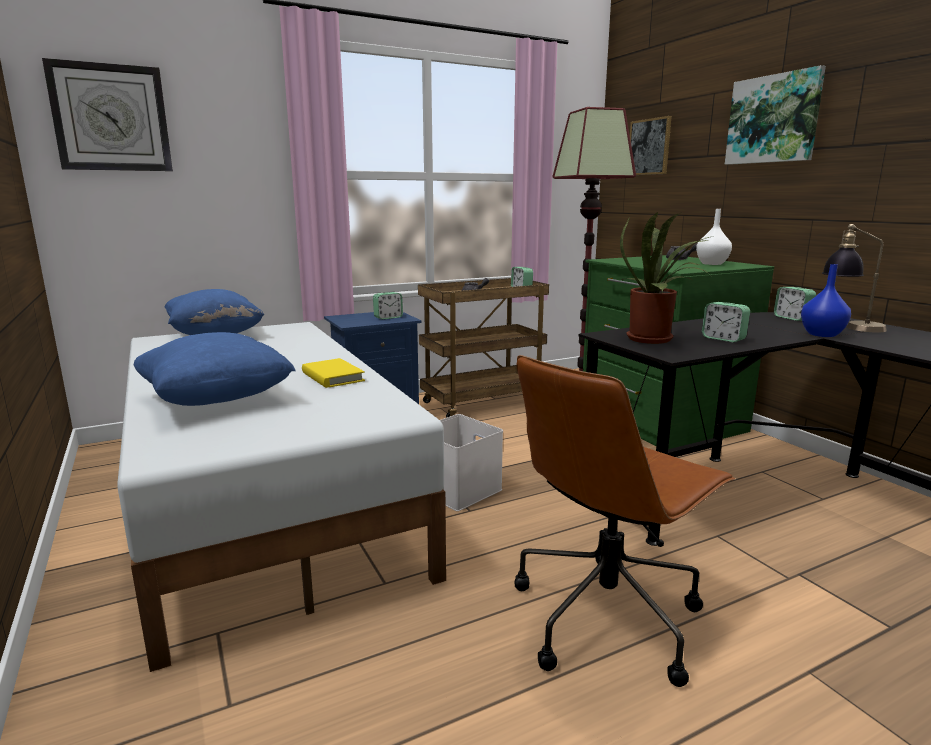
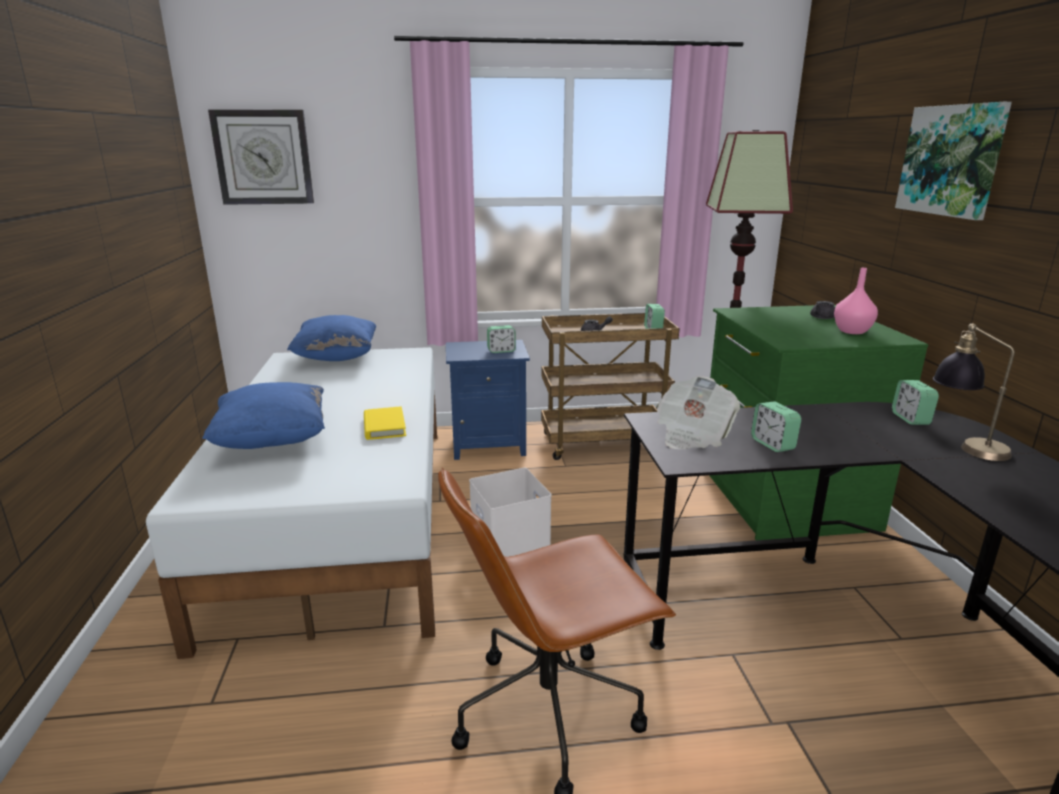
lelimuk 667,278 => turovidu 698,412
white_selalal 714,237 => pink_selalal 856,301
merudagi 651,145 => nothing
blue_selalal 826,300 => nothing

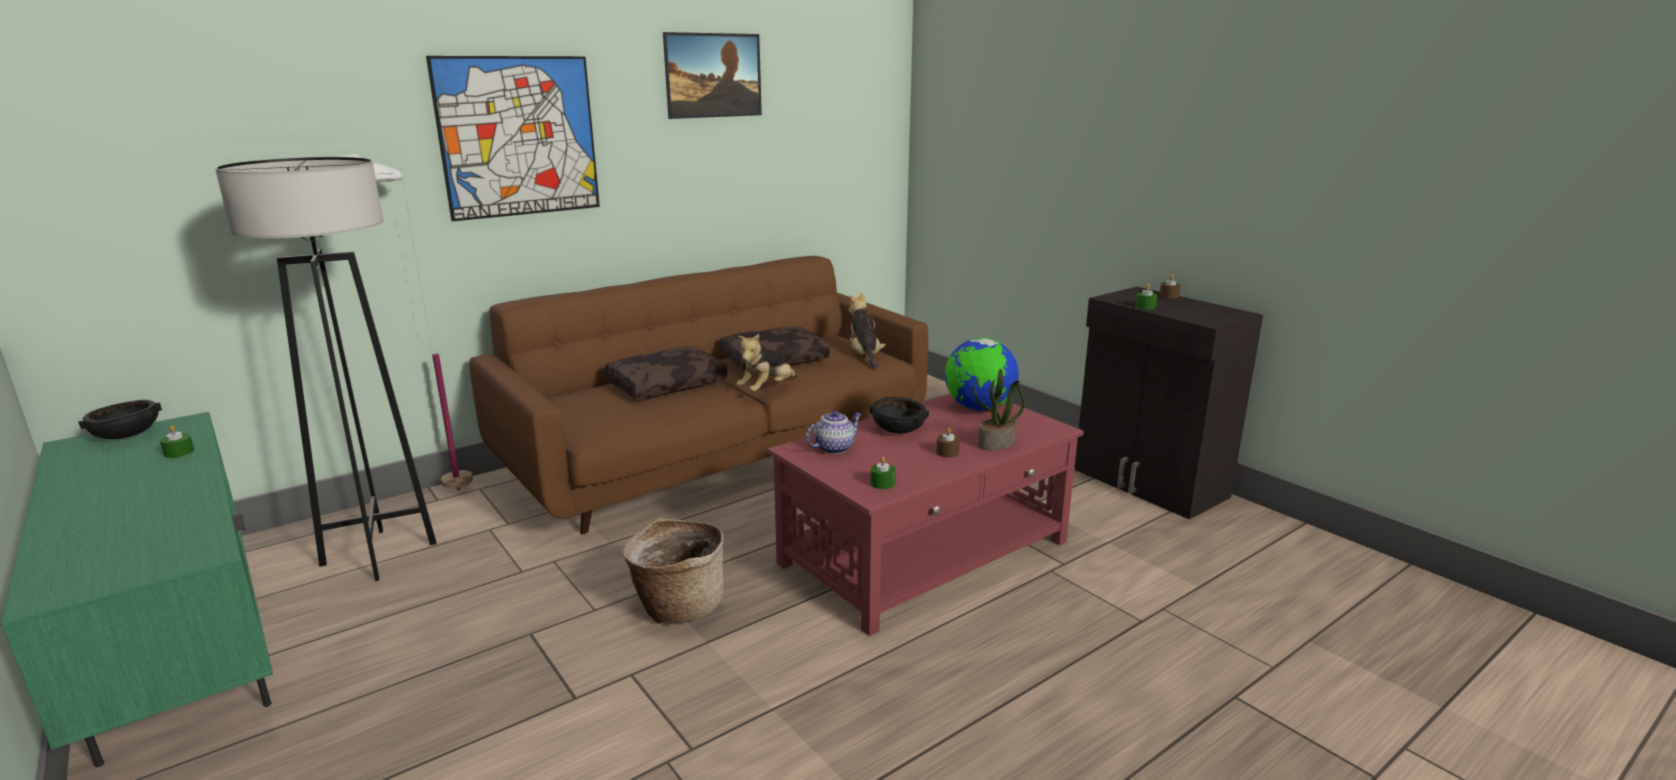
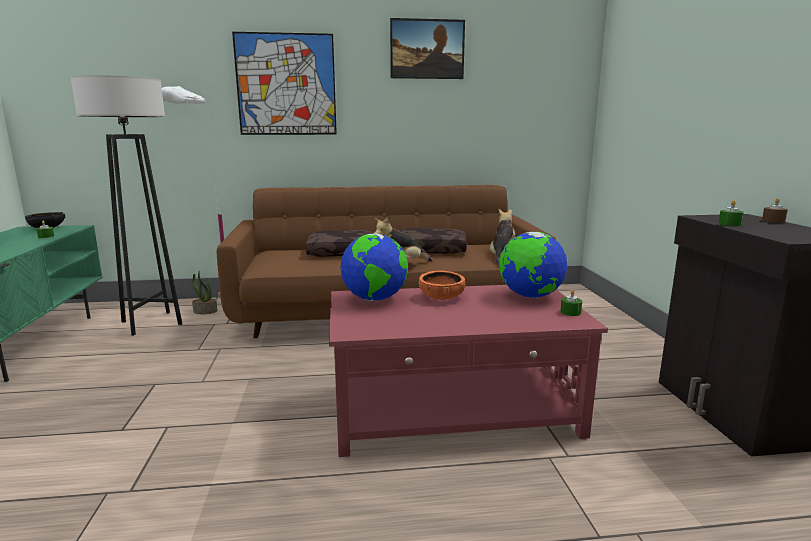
lelimuk 999,409 => lelimuk 204,292, moved
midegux 834,432 => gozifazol 374,267
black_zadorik 899,415 => orange_zadorik 442,285
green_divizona 883,473 => green_divizona 571,303, moved
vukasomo 673,571 => nothing
brown_divizona 948,443 => nothing

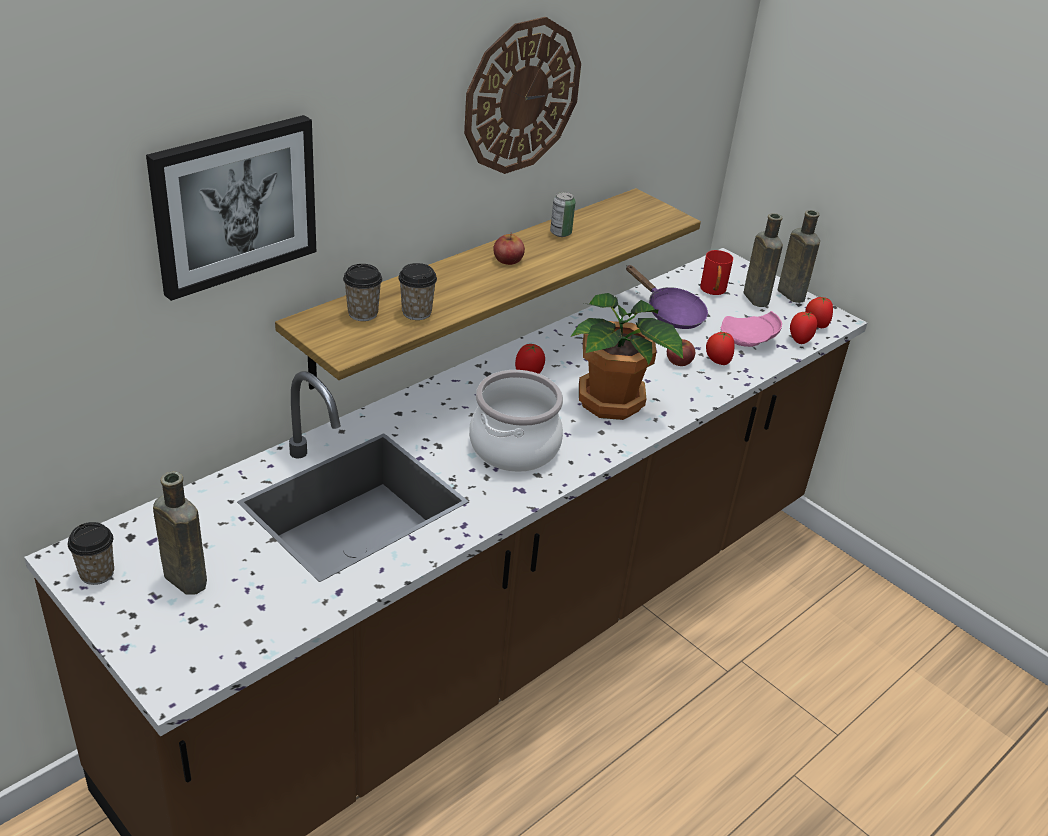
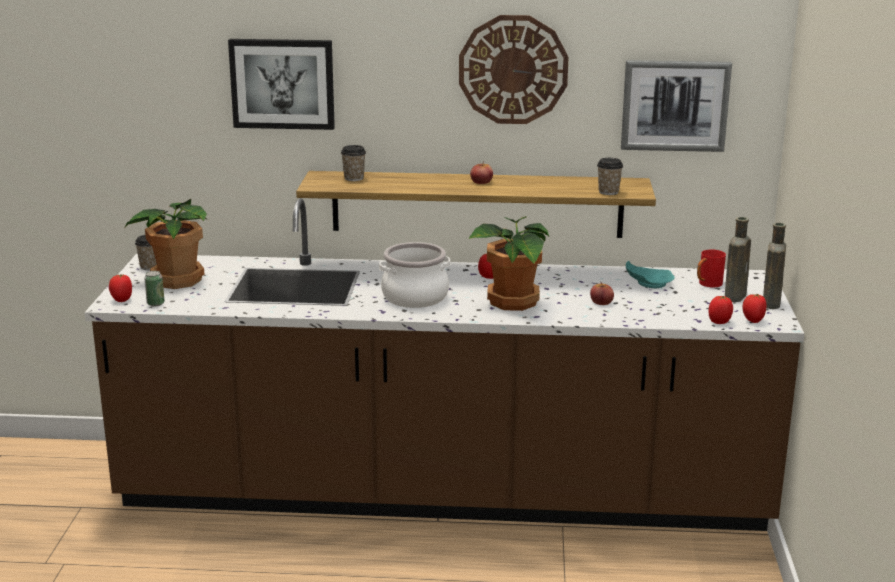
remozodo 720,348 => remozodo 120,288, moved
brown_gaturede 180,533 => lelimuk 166,244
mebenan 563,214 => mebenan 154,288, moved
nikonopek 417,291 => nikonopek 610,176, moved
nothing => merudagi 676,106
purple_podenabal 667,297 => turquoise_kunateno 650,274
pink_kunateno 751,329 => nothing

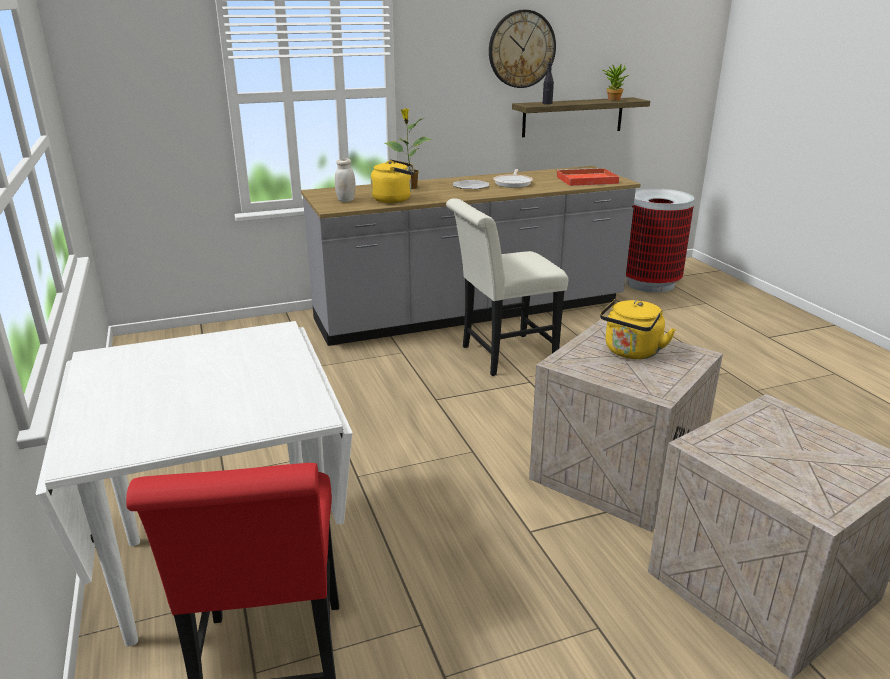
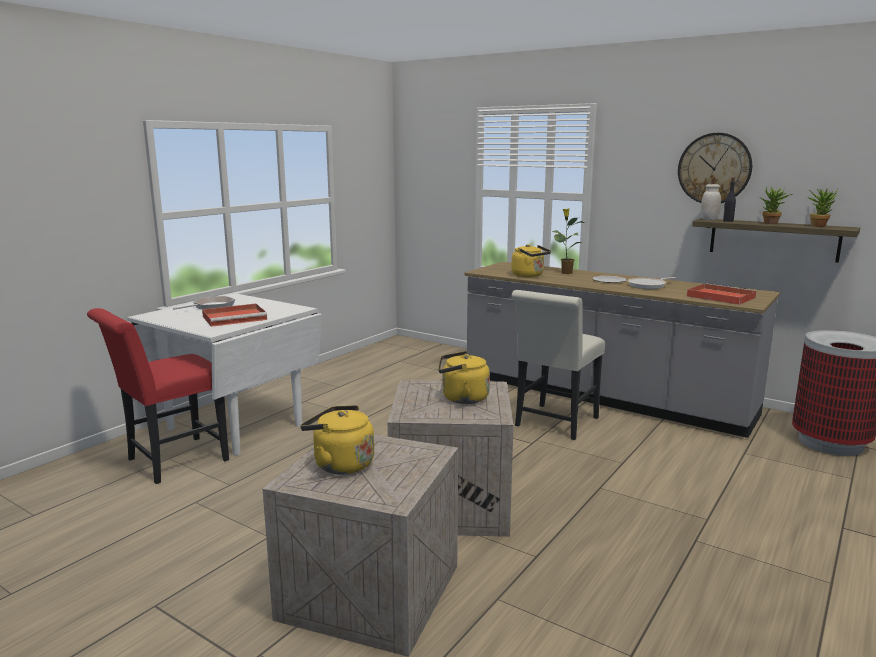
nothing => podenabal 204,303
nothing => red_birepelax 234,315
nothing => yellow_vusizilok 337,439
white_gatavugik 507,287 => white_gatavugik 558,365, 90 degrees counterclockwise
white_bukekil 345,180 => white_bukekil 711,202, moved
nothing => lelimuk 776,205

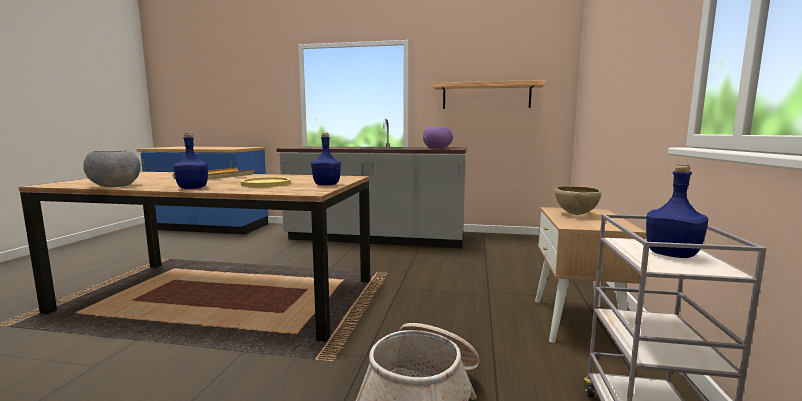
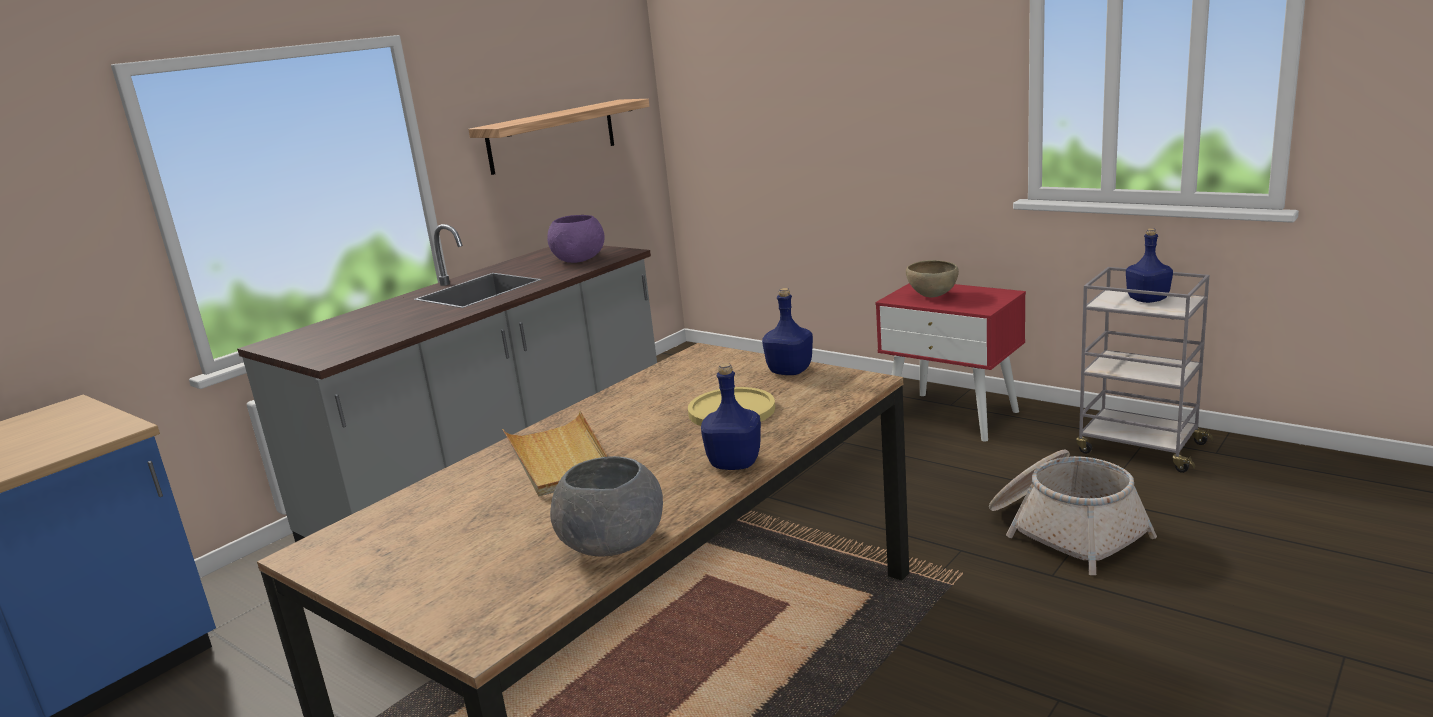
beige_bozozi 590,275 => red_bozozi 950,362

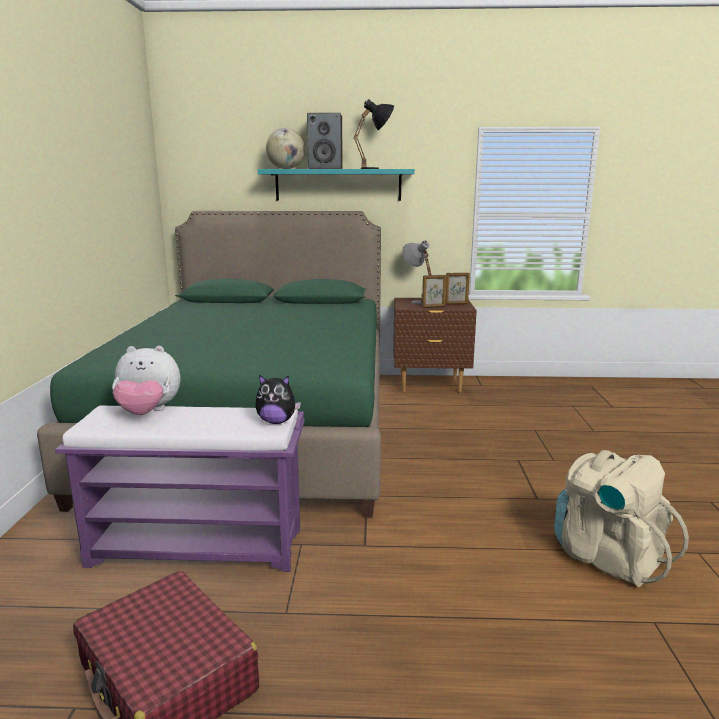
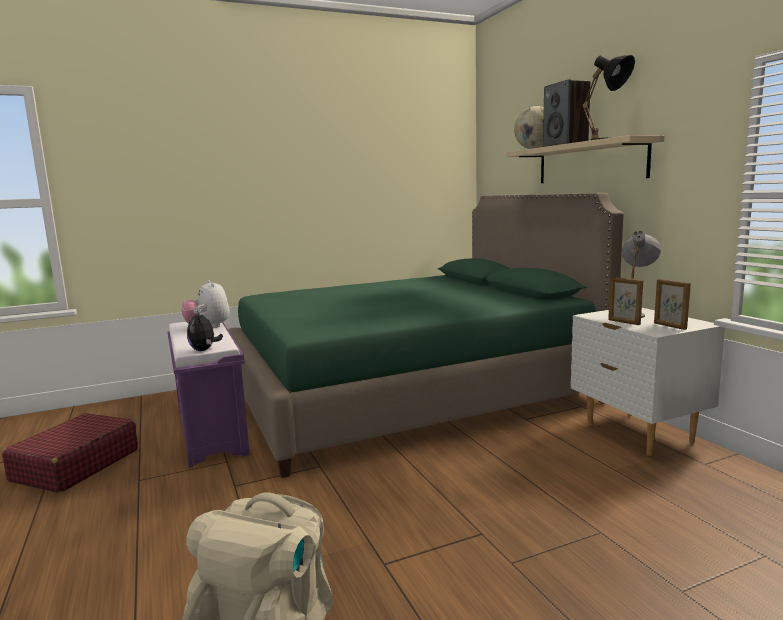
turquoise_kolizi 336,185 => beige_kolizi 585,159
brown_bozozi 435,345 => white_bozozi 648,382

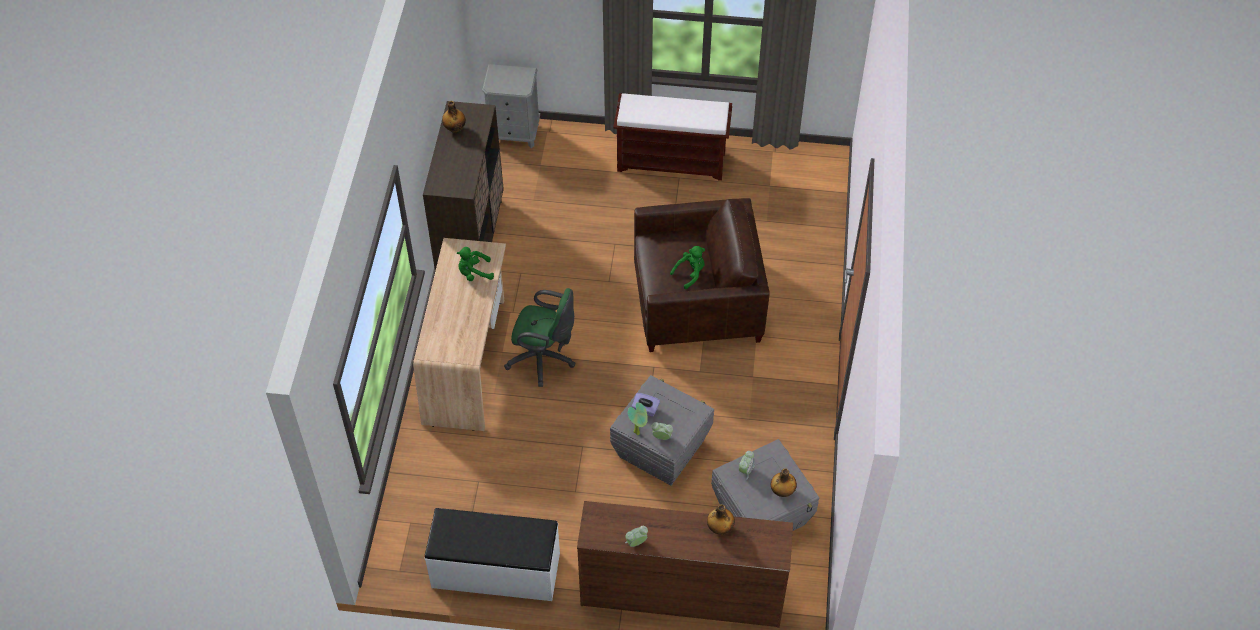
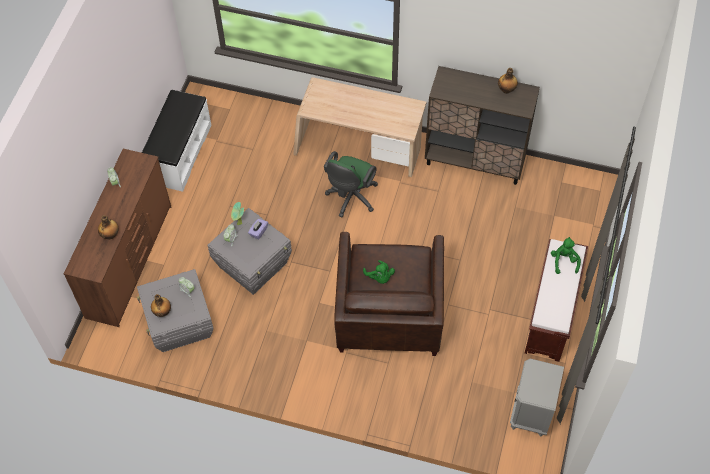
grey_bozozi 511,106 => grey_bozozi 537,398, moved
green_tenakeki 475,264 => green_tenakeki 566,255, moved

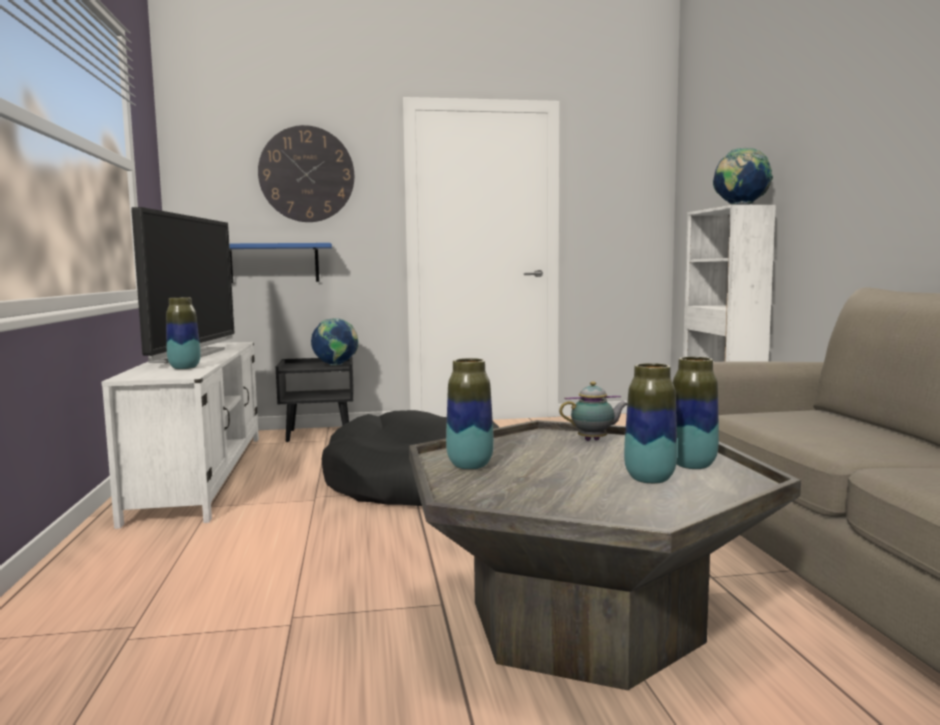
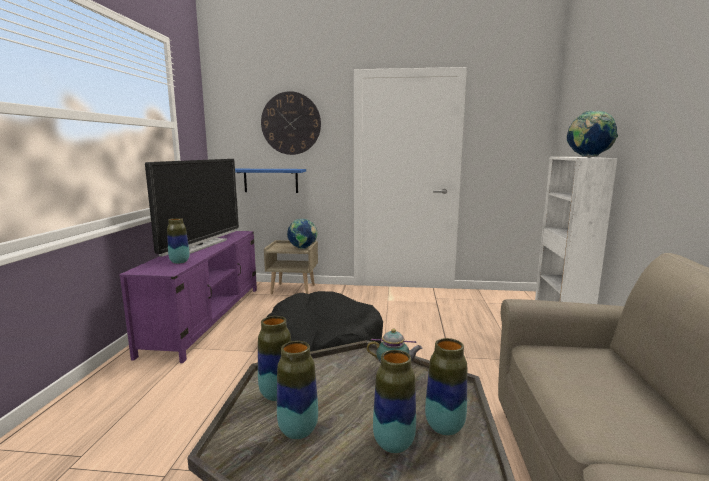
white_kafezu 180,435 => purple_kafezu 188,297
black_bozozi 315,399 => beige_bozozi 291,267
nothing => selalal 297,390

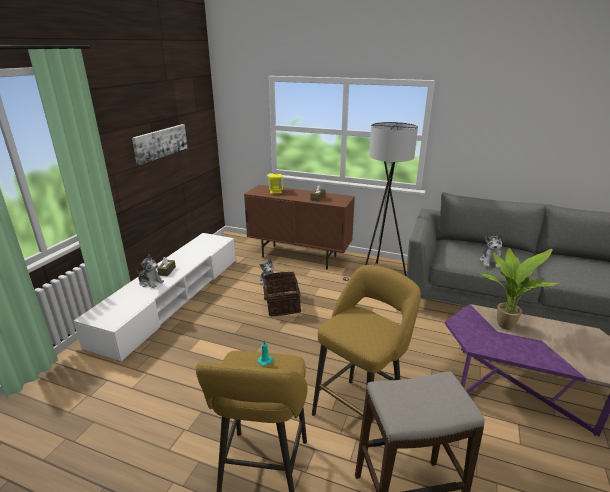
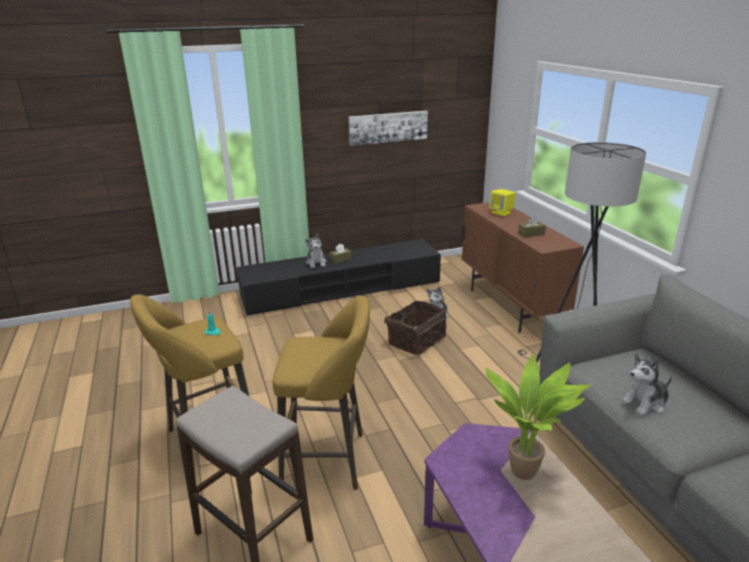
white_kafezu 154,297 => black_kafezu 339,277

